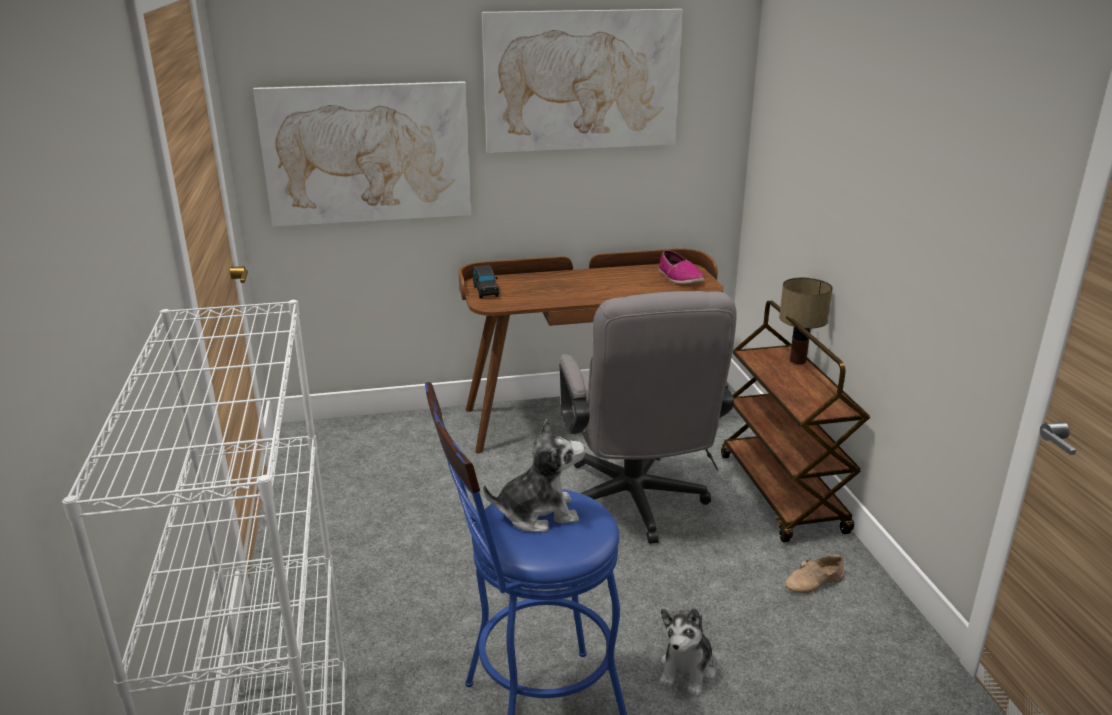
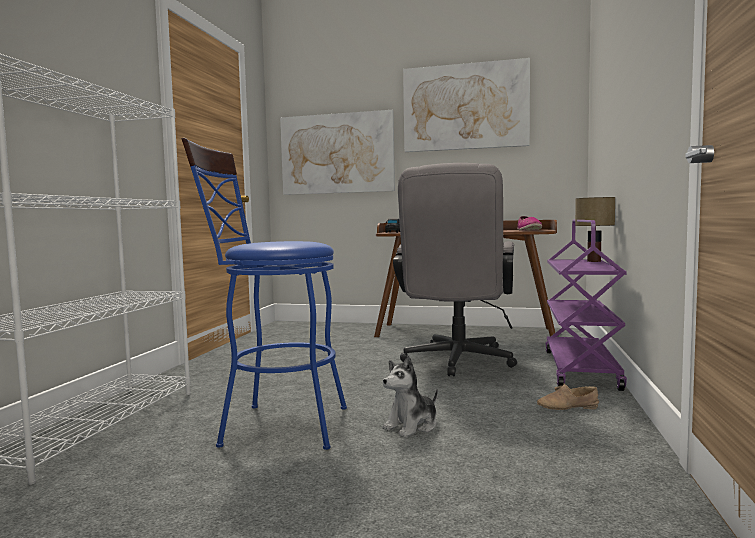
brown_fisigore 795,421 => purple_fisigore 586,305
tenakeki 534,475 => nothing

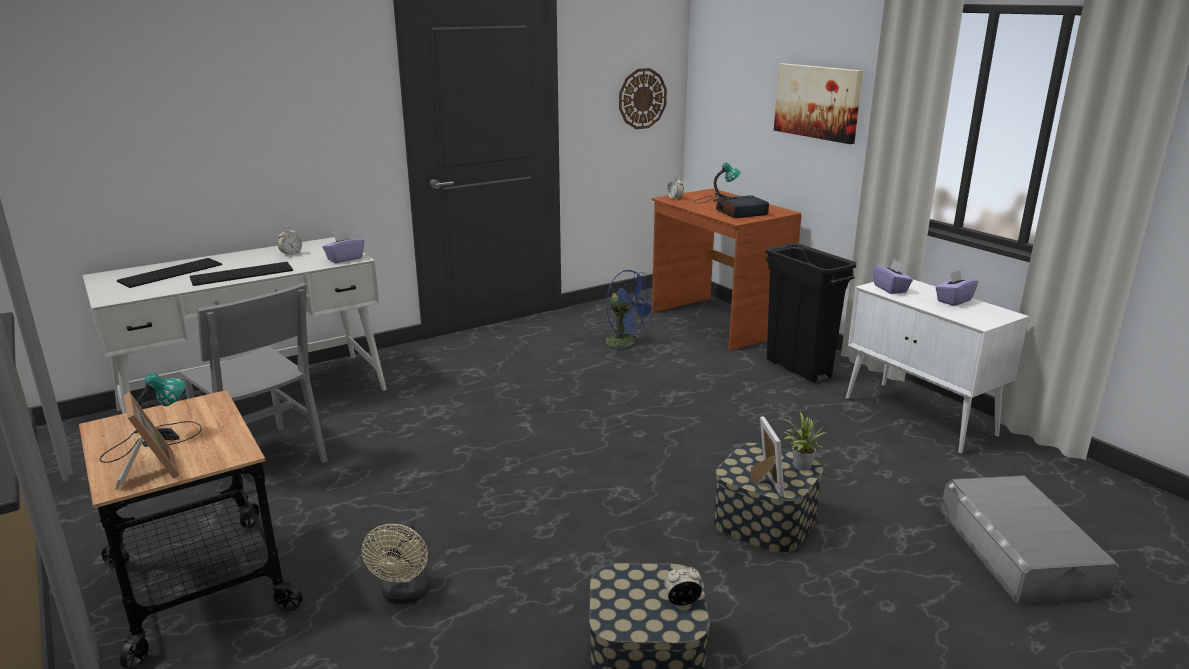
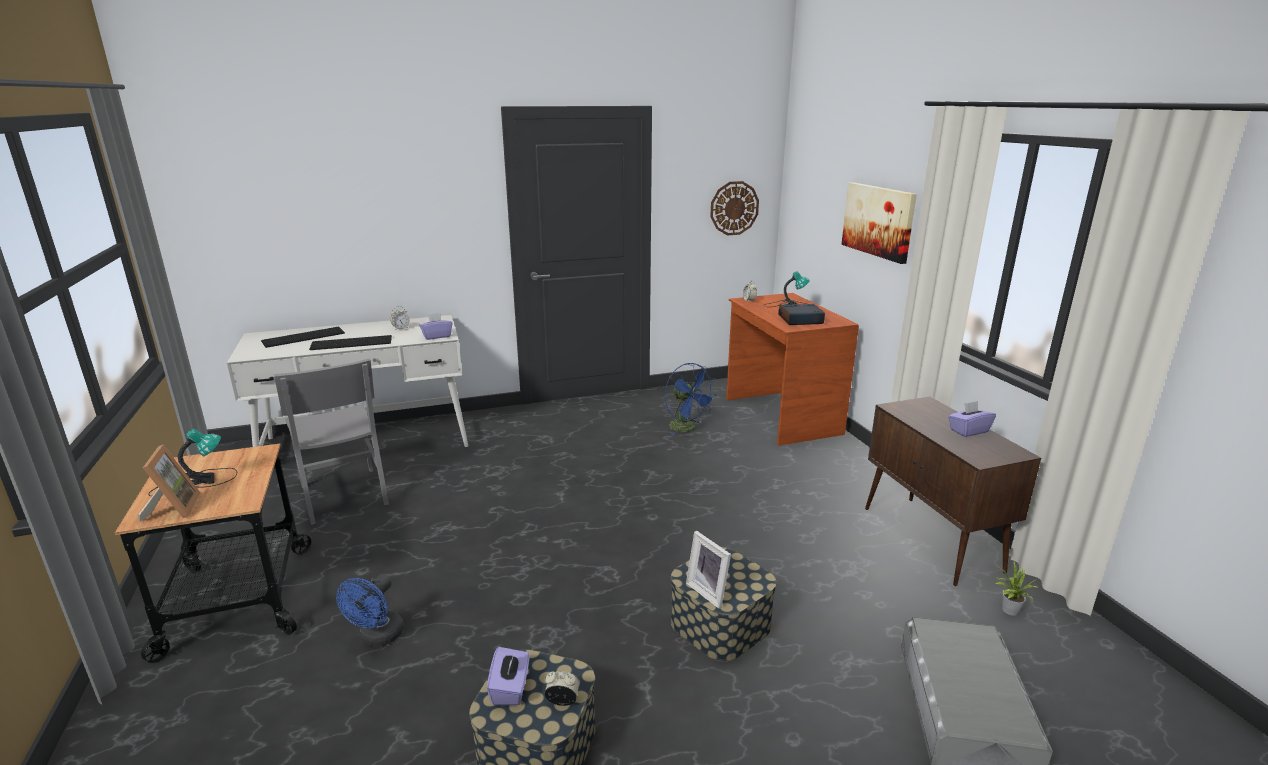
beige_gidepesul 396,562 => blue_gidepesul 370,610
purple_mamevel 893,277 => purple_mamevel 508,676, moved
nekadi 767,456 => nekadi 708,570, 135 degrees clockwise
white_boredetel 937,367 => brown_boredetel 953,491
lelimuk 804,441 => lelimuk 1017,588, moved
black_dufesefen 810,313 => nothing

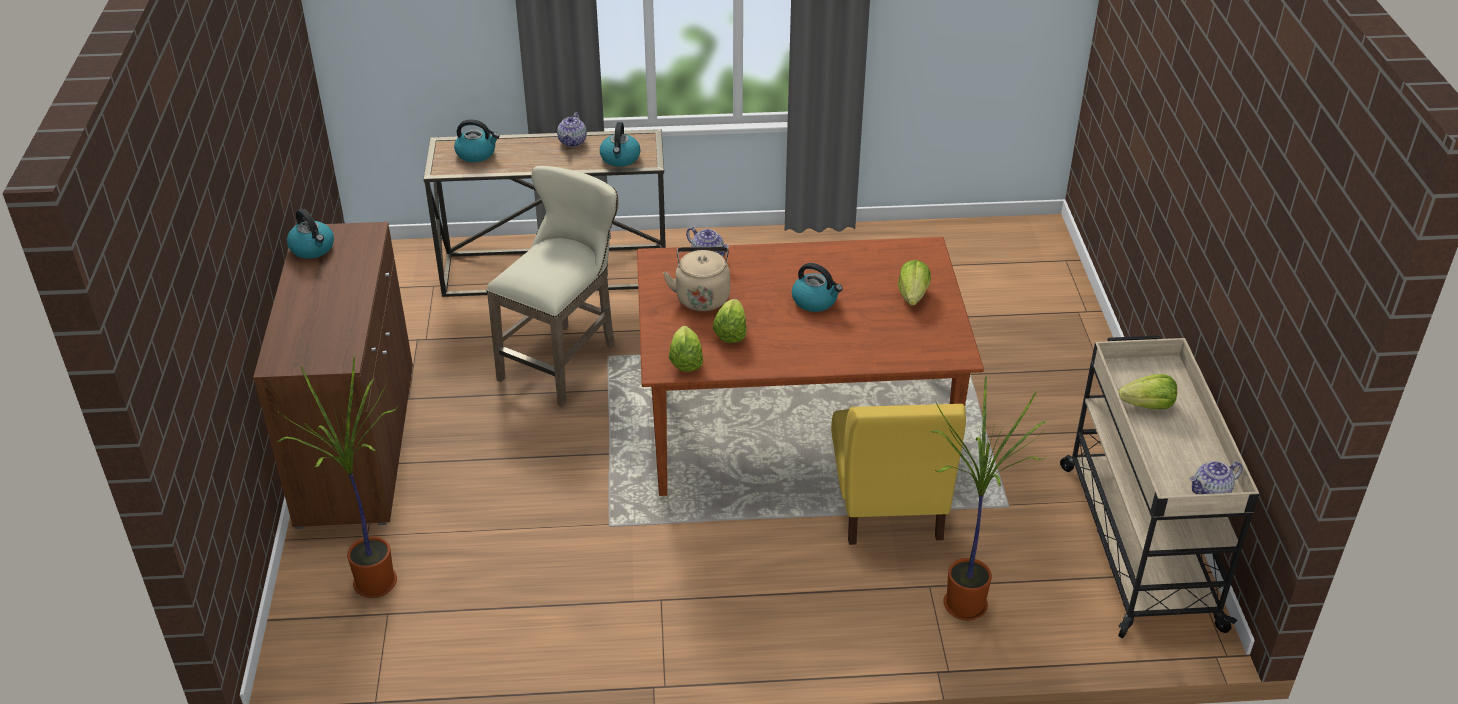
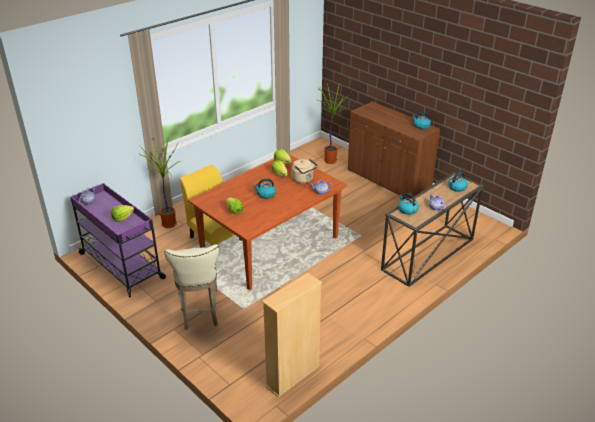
beige_fisigore 1159,487 => purple_fisigore 118,240
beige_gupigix 552,286 => beige_gupigix 191,287, moved
nothing => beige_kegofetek 292,334

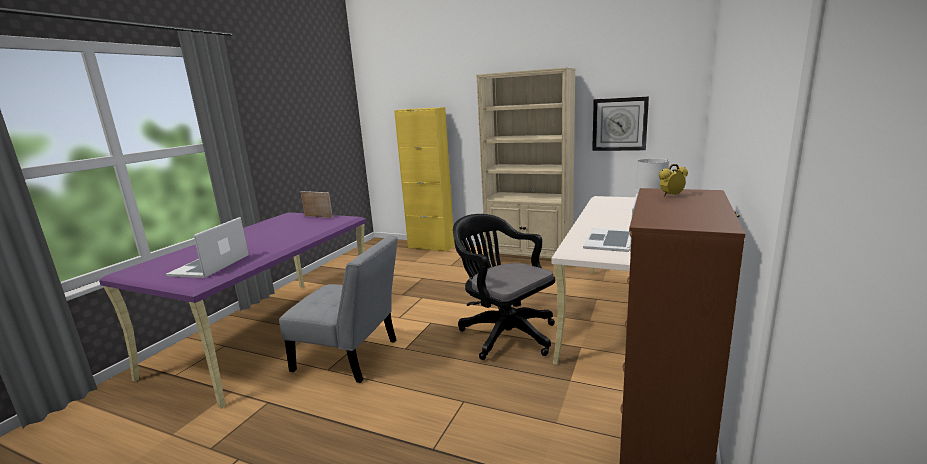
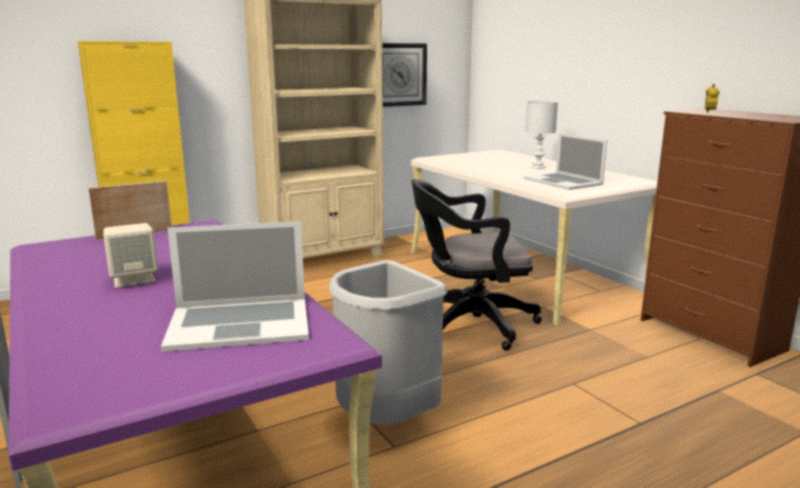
nothing => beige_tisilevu 130,255
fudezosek 207,247 => fudezosek 235,286, 60 degrees counterclockwise
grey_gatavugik 338,309 => grey_dufesefen 388,342

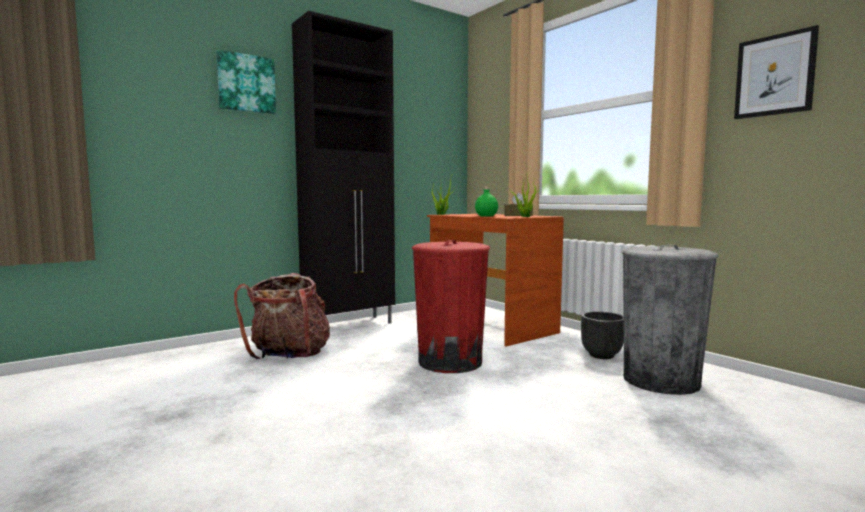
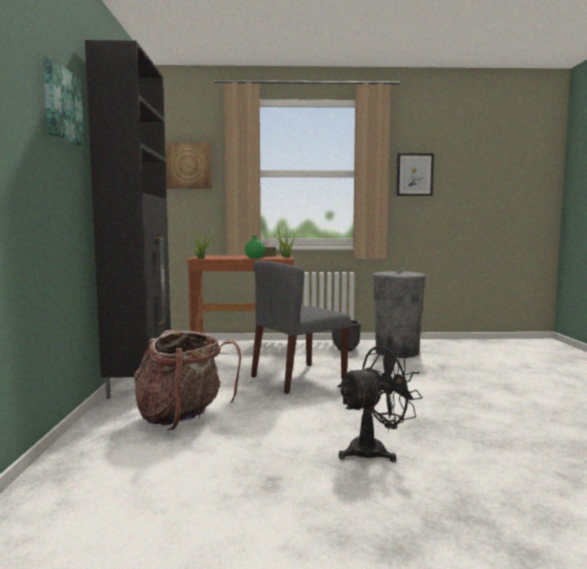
nothing => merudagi 188,165
red_dufesefen 451,306 => grey_gatavugik 301,327
nothing => black_gidepesul 380,403

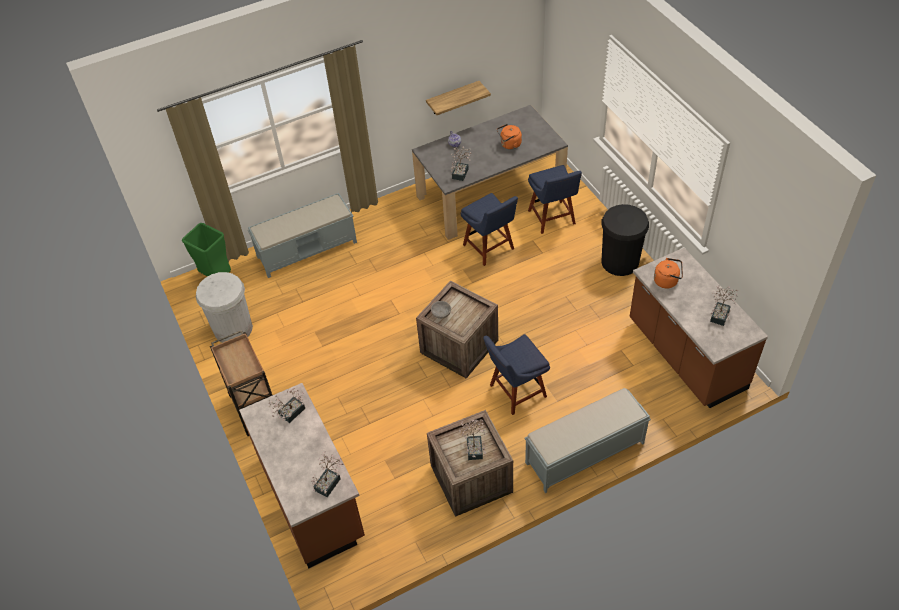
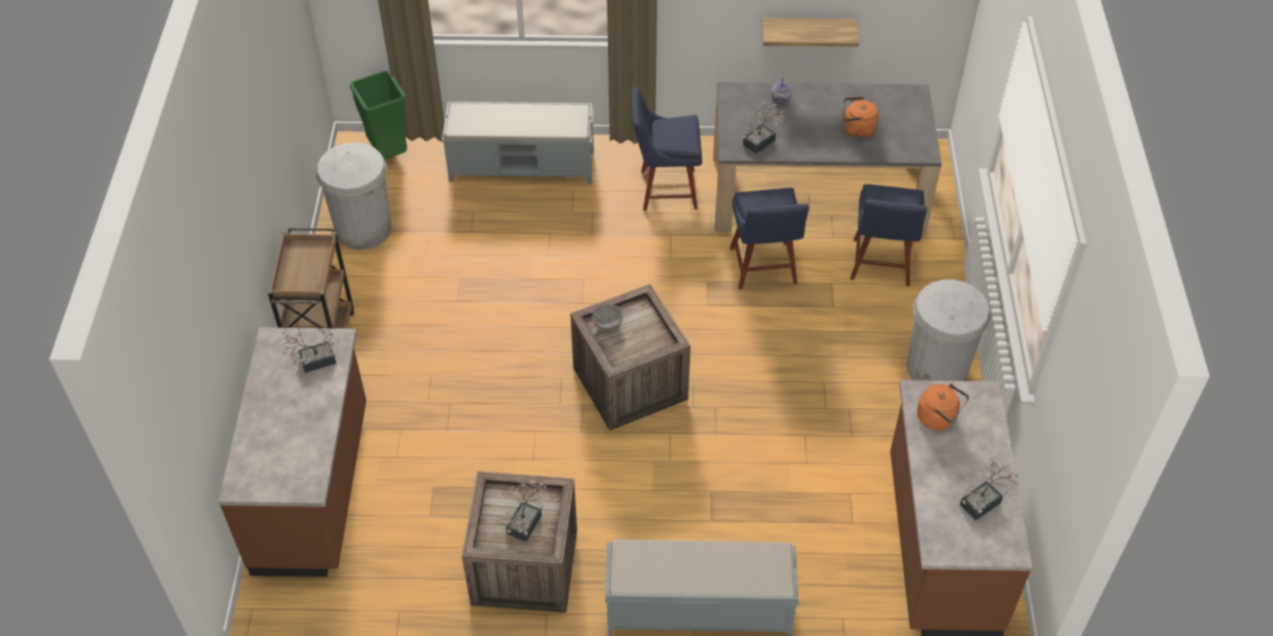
blue_gatavugik 516,374 => blue_gatavugik 666,149, moved
black_dufesefen 625,240 => white_dufesefen 949,330
lelimuk 327,474 => nothing

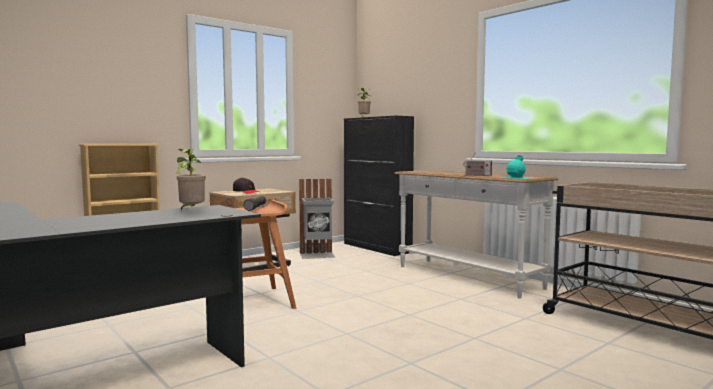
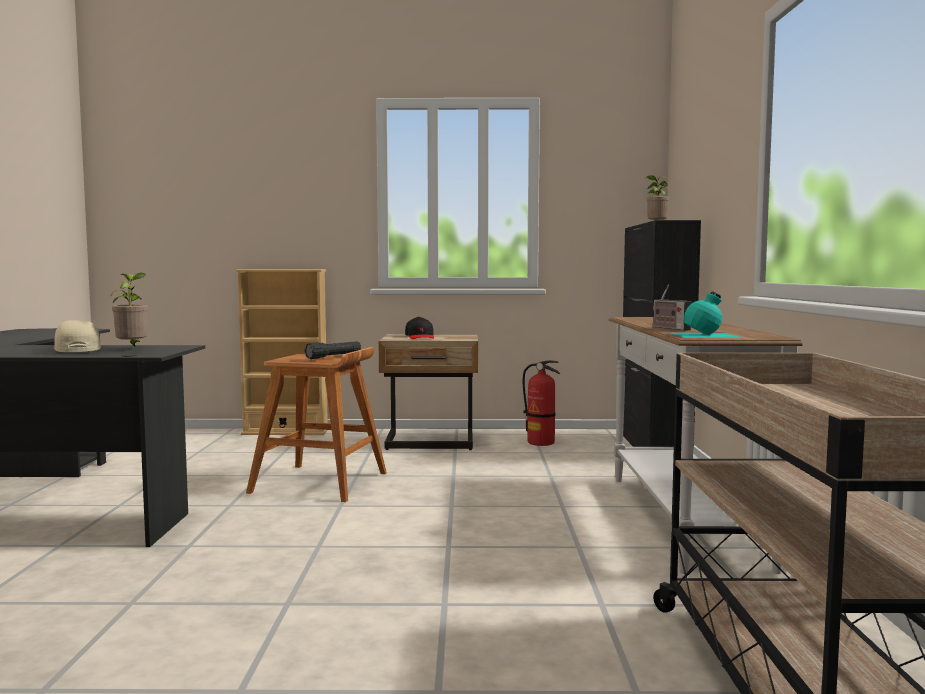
nothing => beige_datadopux 77,336
grey_dufesefen 317,219 => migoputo 541,403

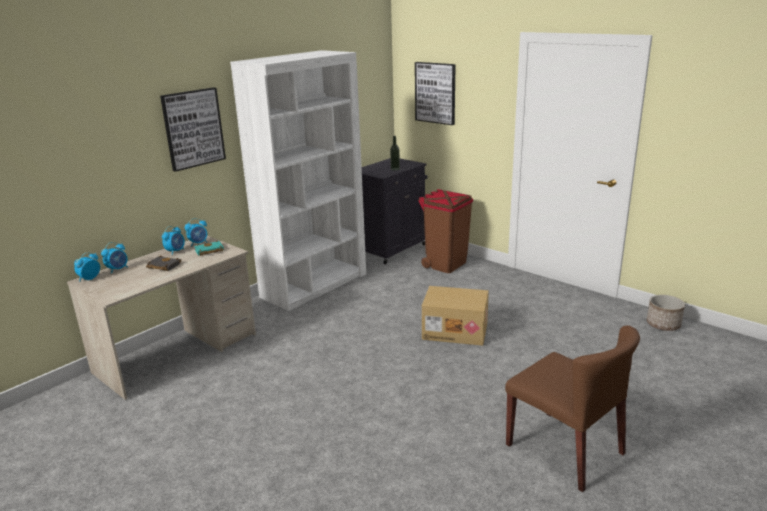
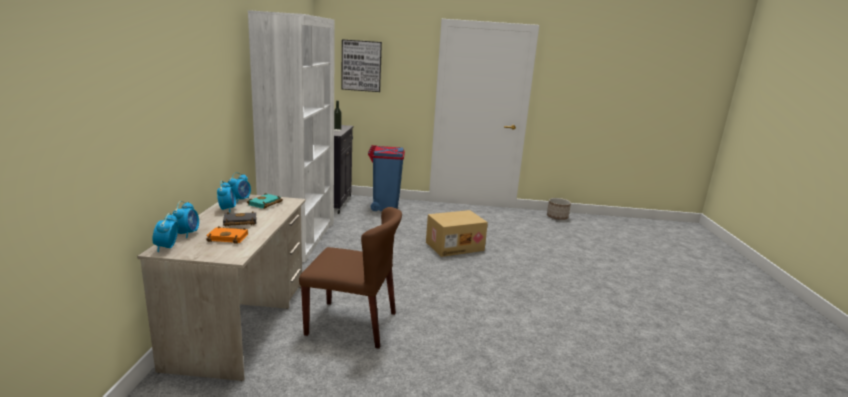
nothing => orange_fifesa 227,235
brown_gatavugik 572,408 => brown_gatavugik 350,278, moved
brown_dufesefen 445,231 => blue_dufesefen 386,178
merudagi 193,129 => nothing

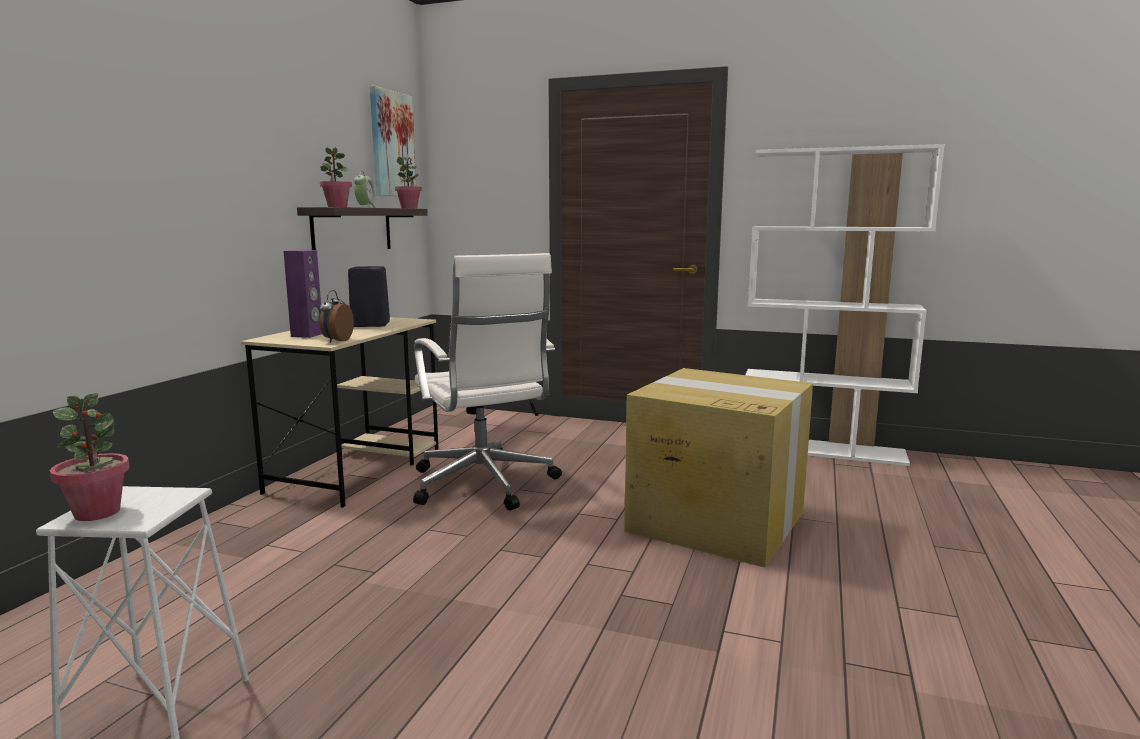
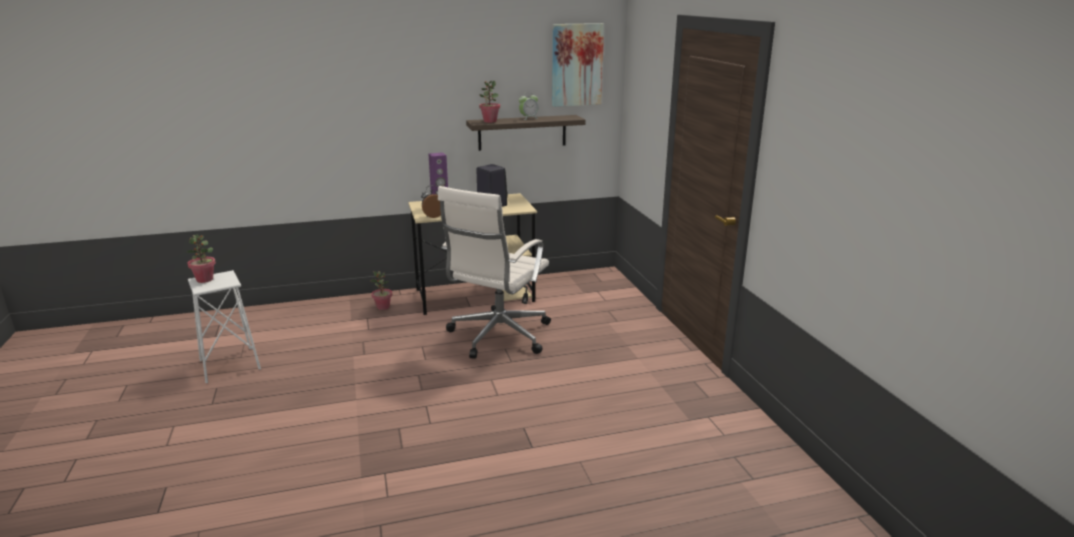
lelimuk 408,183 => lelimuk 381,290, moved
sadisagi 718,468 => nothing
white_kegofetek 845,305 => nothing

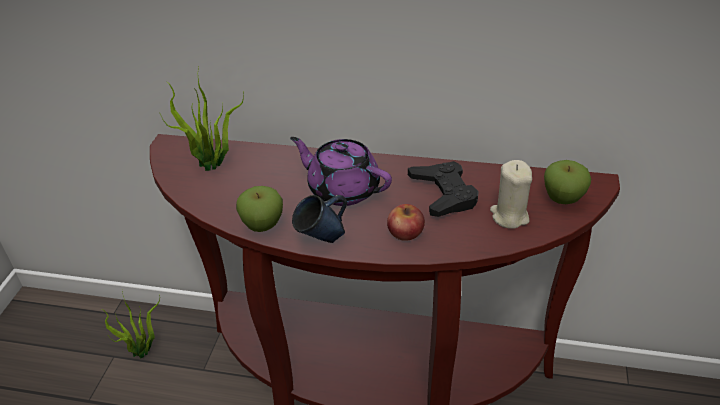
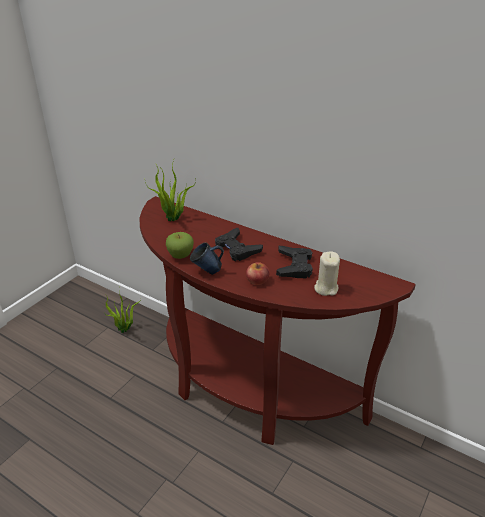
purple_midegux 341,171 => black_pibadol 239,244
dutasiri 567,182 => nothing

